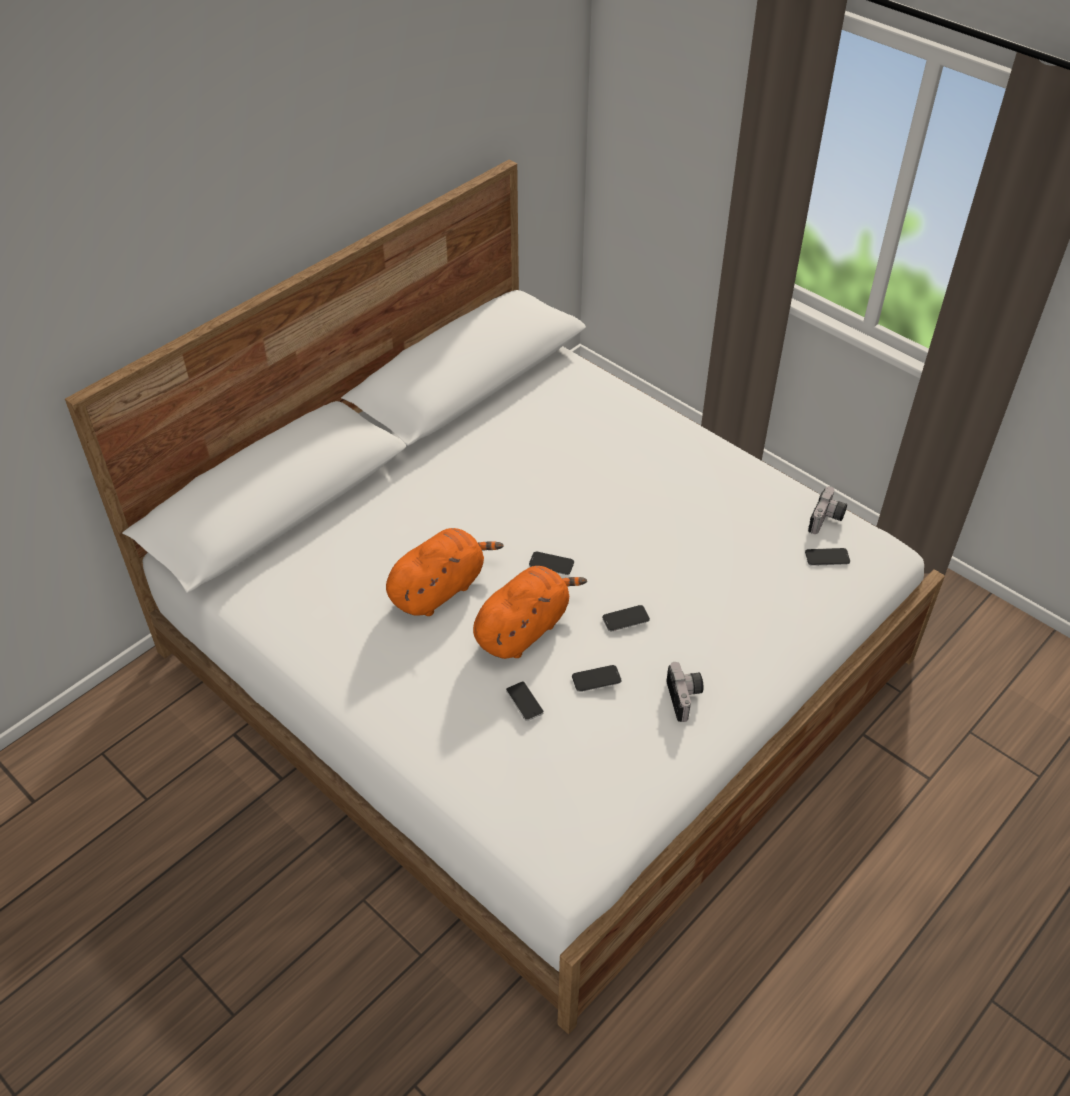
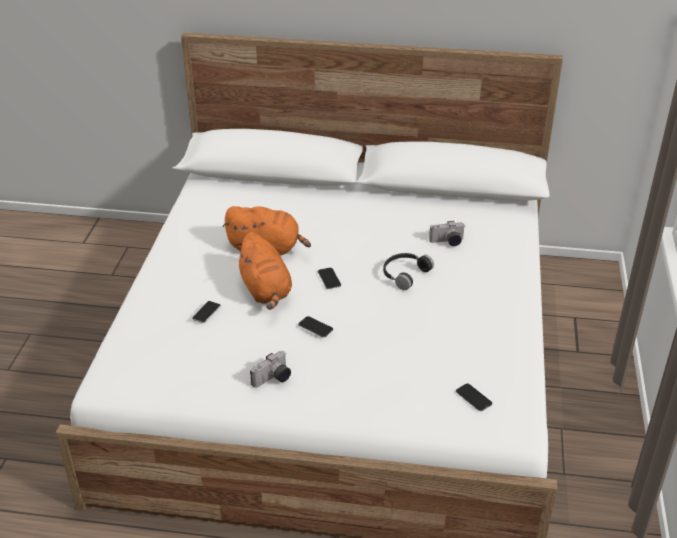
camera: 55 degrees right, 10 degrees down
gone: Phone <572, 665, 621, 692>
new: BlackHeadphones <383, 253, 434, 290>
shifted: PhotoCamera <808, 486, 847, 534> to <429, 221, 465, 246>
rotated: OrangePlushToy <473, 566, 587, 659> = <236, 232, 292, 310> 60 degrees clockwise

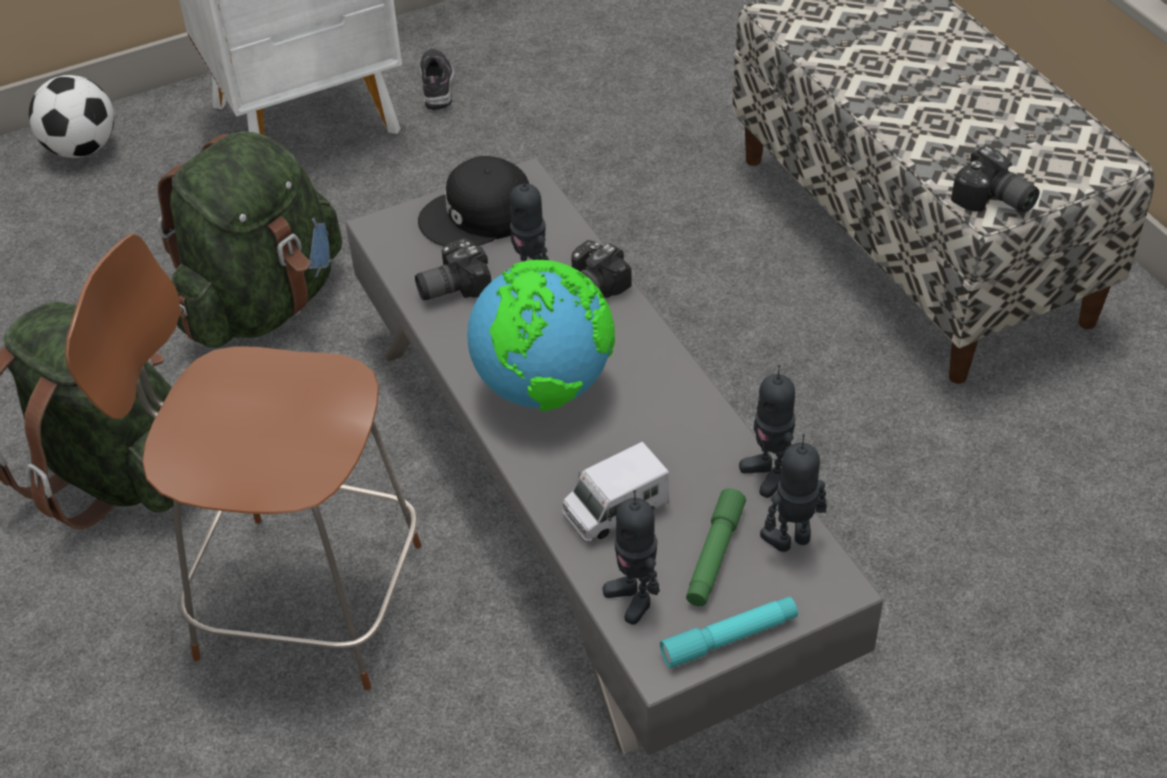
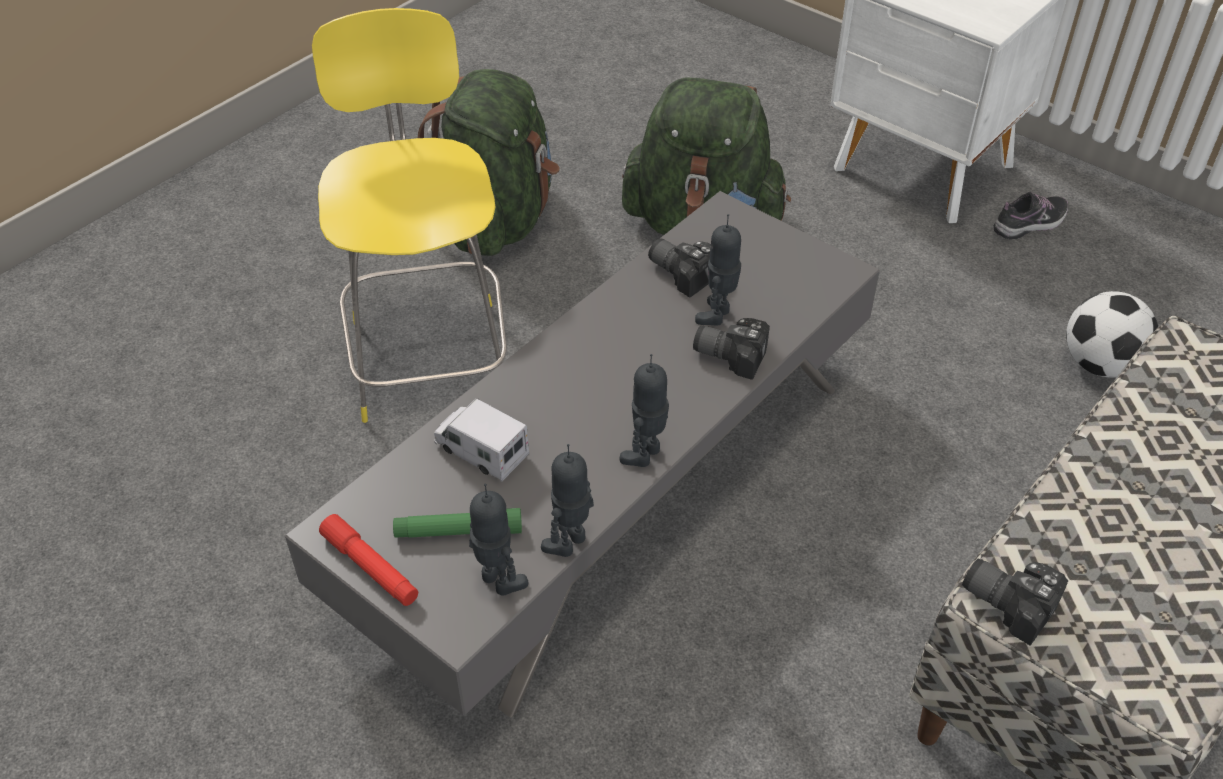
camera: 65 degrees right, 0 degrees up
gone: BlackCap <418, 156, 529, 246>; Globe <467, 260, 615, 411>
shifted: Football <29, 75, 114, 158> to <1066, 291, 1158, 378>; ToyRobot <602, 490, 660, 625> to <619, 354, 669, 467>
repainted: BrownStool <65, 233, 422, 690> to YellowStool <312, 8, 507, 423>; TurquoiseFlashlight <660, 597, 798, 668> to RedFlashlight <319, 514, 418, 606>
rotated: PhotoCamera <951, 146, 1040, 213> = <962, 559, 1068, 645> 105 degrees clockwise

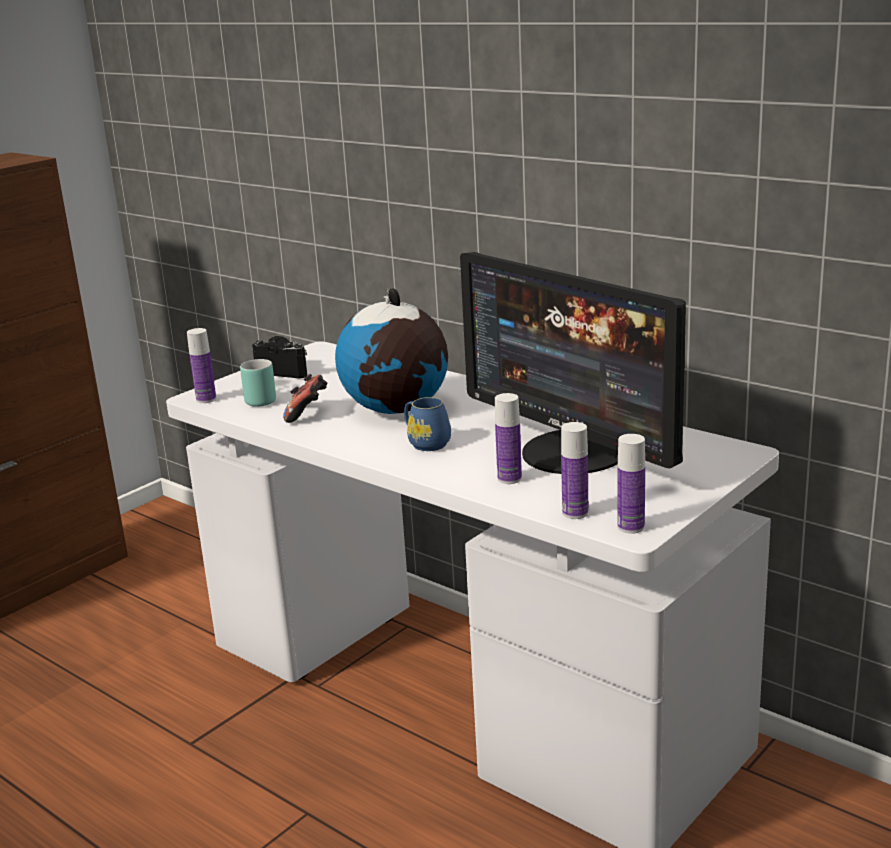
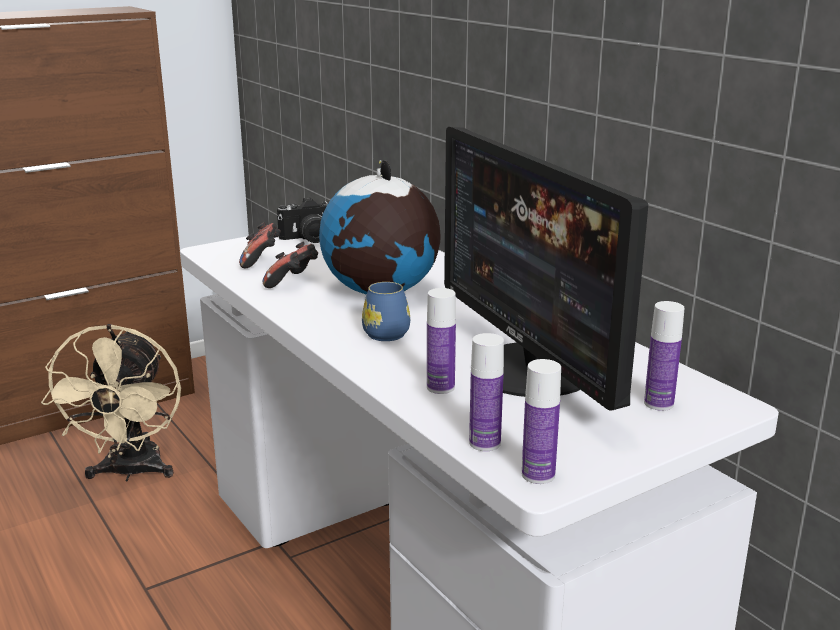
camera: 15 degrees right, 0 degrees up
new: BeigeFan <41, 324, 181, 481>
shifted: Bottle <187, 328, 216, 403> to <644, 301, 684, 411>
swapped: TurquoiseMug <240, 359, 276, 407> to GameController <239, 222, 281, 268>
rotated: PhotoCamera <252, 336, 307, 378> = <277, 197, 329, 243> 120 degrees clockwise

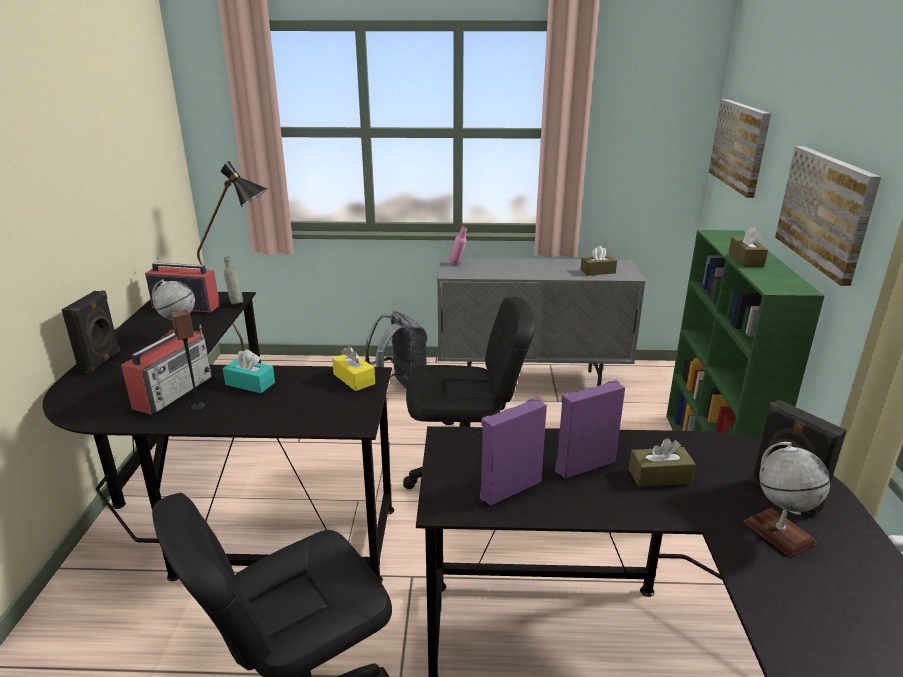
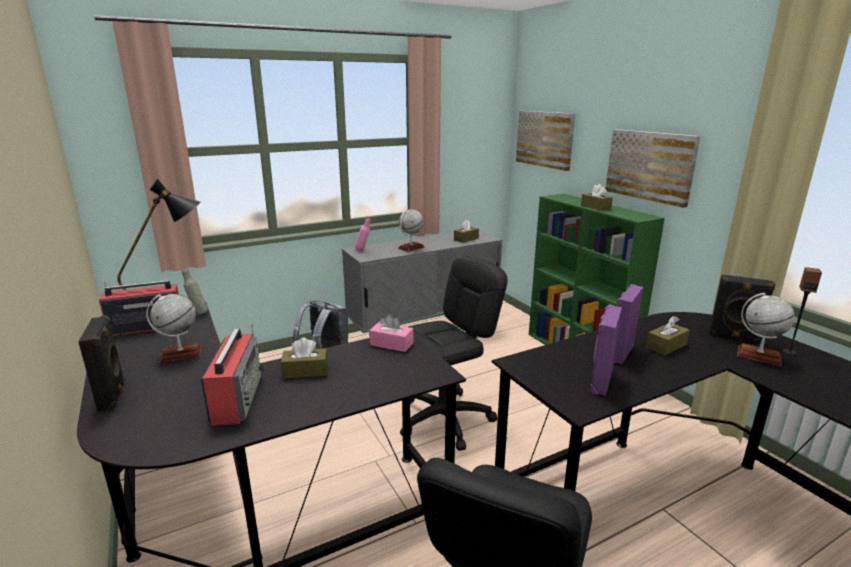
camera: 30 degrees left, 5 degrees down
new: Globe <398, 209, 424, 252>
shifted: Speaker <171, 310, 205, 410> to <783, 267, 822, 355>
repainted: YellowTissueBox <332, 346, 375, 391> to PinkTissueBox <369, 314, 413, 352>; TurquoiseTissueBox <223, 350, 275, 393> to BrownTissueBox <281, 338, 328, 379>

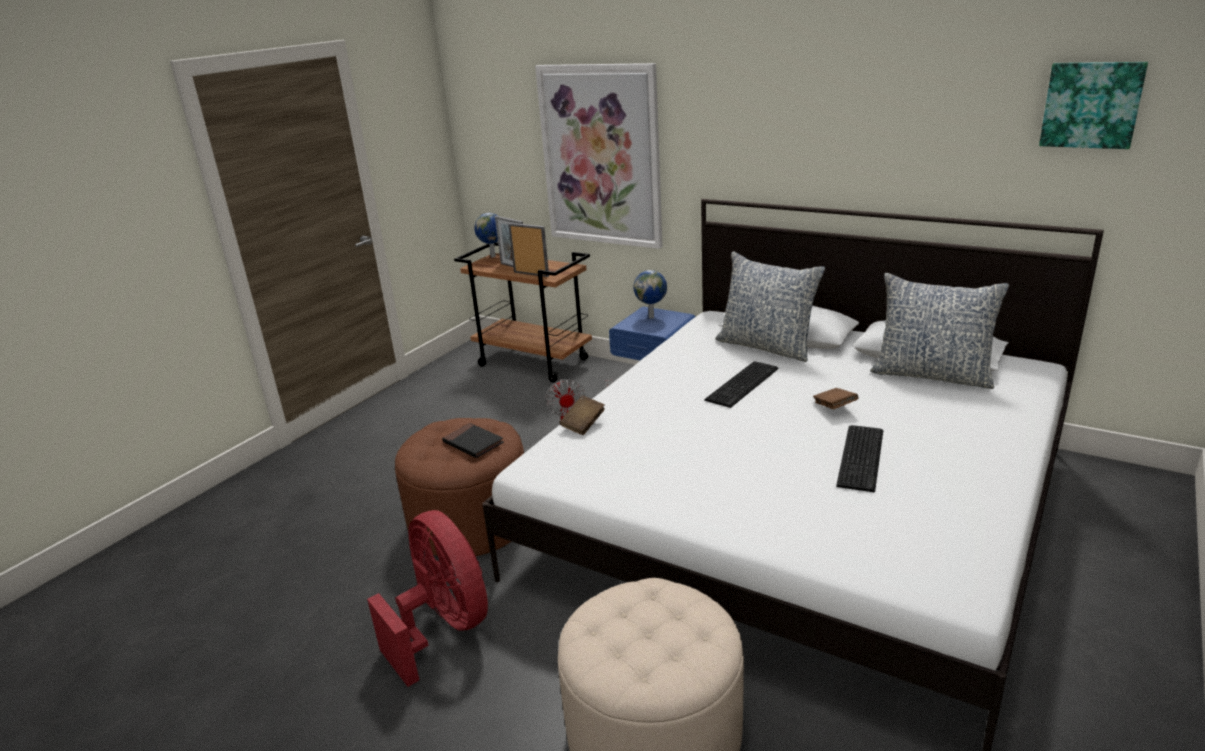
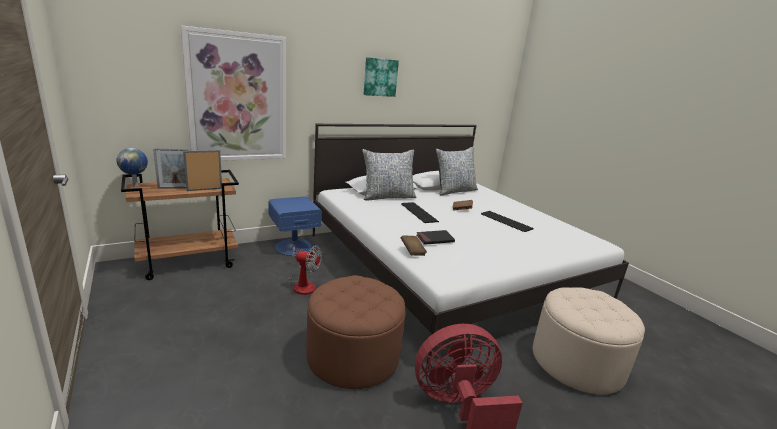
camera: 65 degrees left, 5 degrees down
gone: Globe <634, 270, 667, 319>
shifted: Picture <1039, 62, 1148, 149> to <363, 57, 399, 97>; BlackBook <442, 423, 504, 458> to <417, 230, 455, 245>

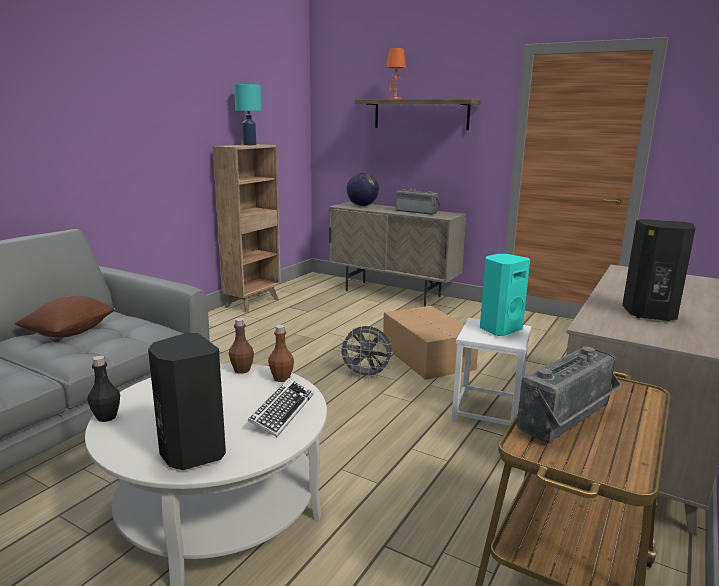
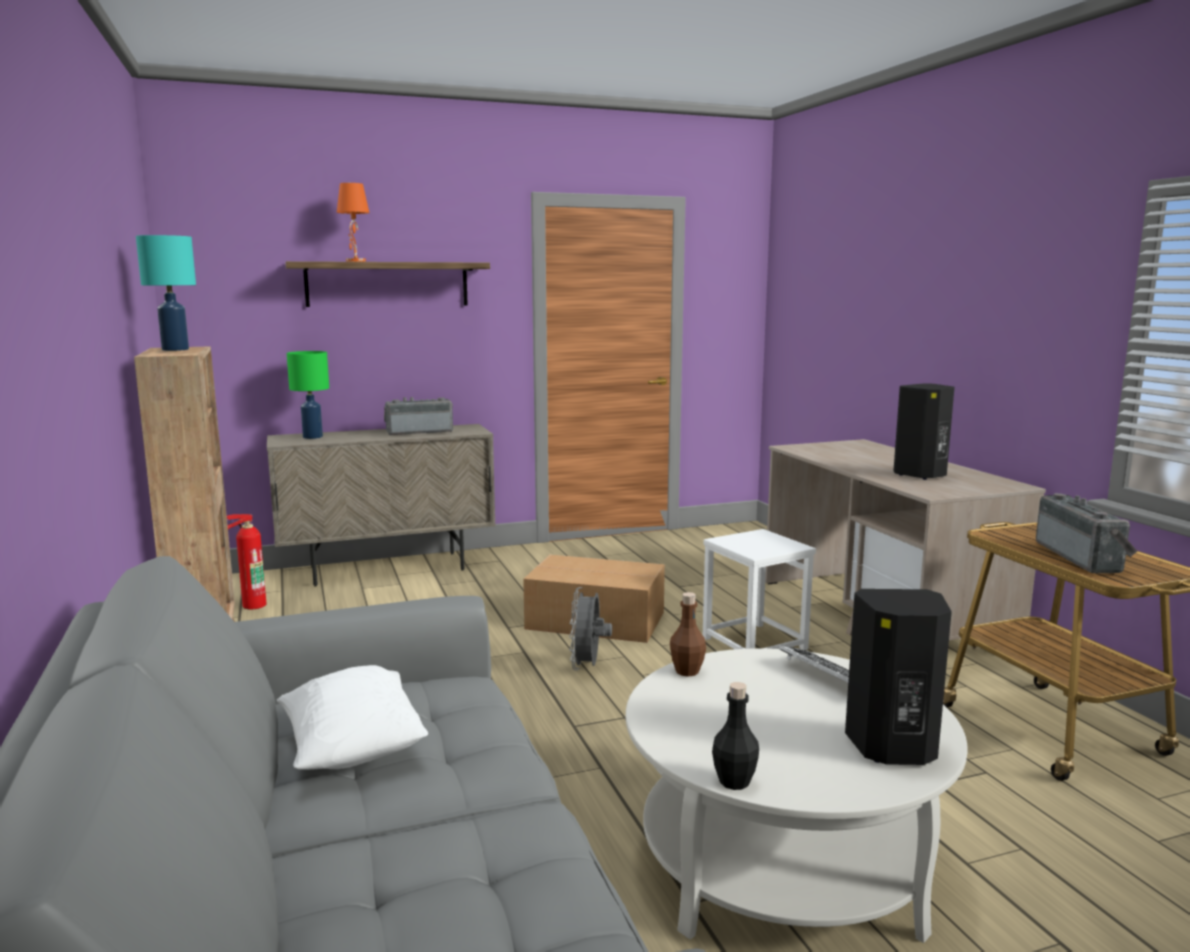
camera: 50 degrees left, 5 degrees down
gone: TurquoiseSpeaker <480, 254, 530, 336>; BrownBottle <268, 325, 294, 382>
new: FireExtinguisher <227, 514, 266, 609>
swapped: Globe <346, 173, 379, 206> to GreenTableLamp <287, 351, 329, 439>
repainted: BrownPillow <15, 296, 115, 338> to WhitePillow <277, 665, 428, 770>
rotated: GreyFan <338, 326, 393, 380> = <569, 587, 612, 671> 135 degrees clockwise

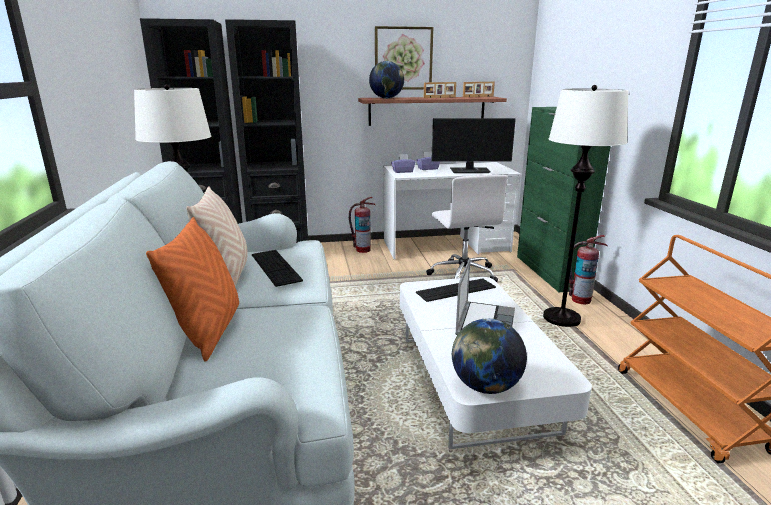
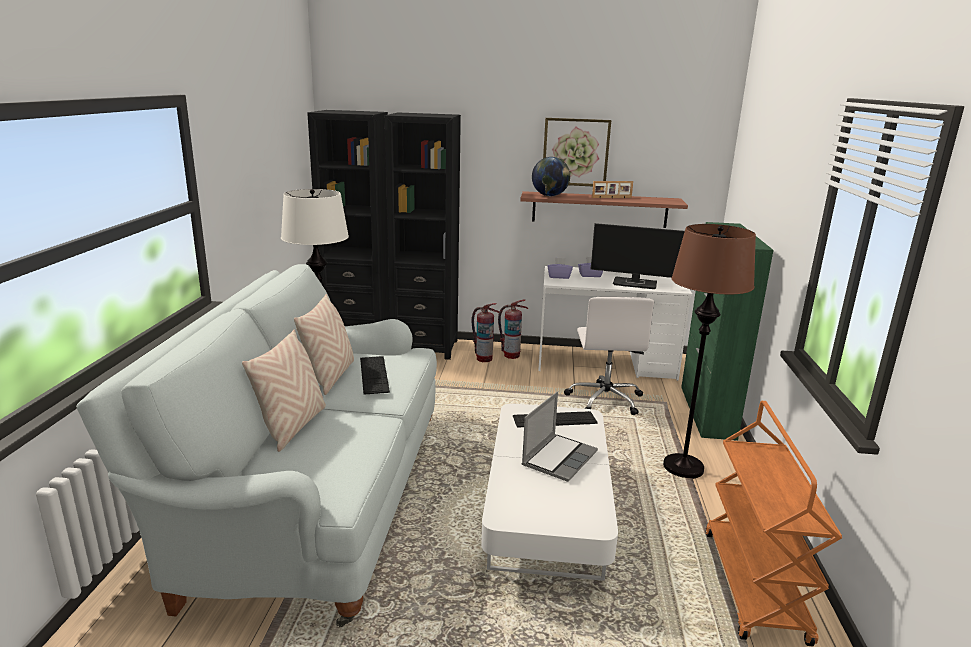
camera: 15 degrees right, 0 degrees up
gone: PictureFrame <463, 82, 495, 97>; Globe <452, 318, 527, 394>
shifted: FireExtinguisher <569, 235, 608, 305> to <472, 303, 499, 362>
repainted: WhiteFloorLamp <543, 85, 628, 327> to BrownFloorLamp <663, 224, 756, 479>; OrangePillow <146, 217, 239, 362> to BeigePillow <242, 330, 326, 452>

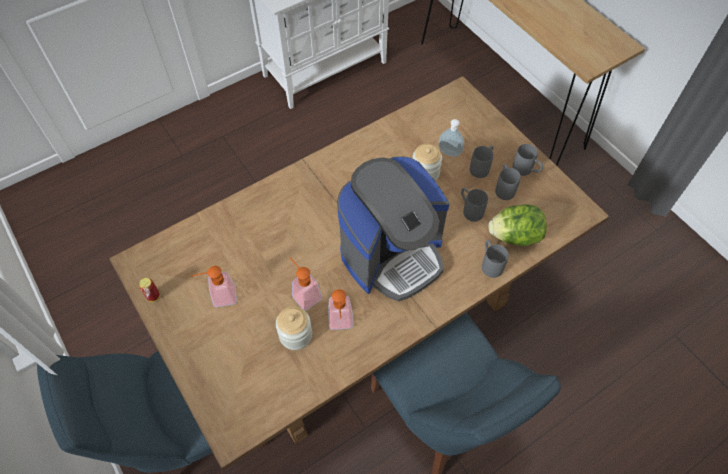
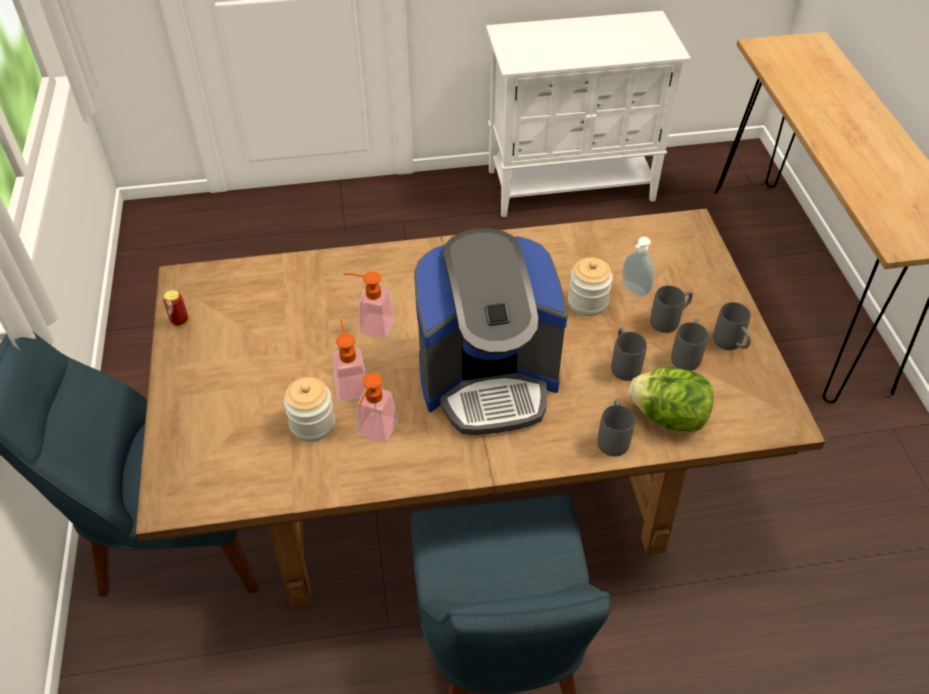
camera: 25 degrees right, 10 degrees down
shifted: SoapDispenser <191, 266, 237, 307> to <343, 272, 394, 337>

